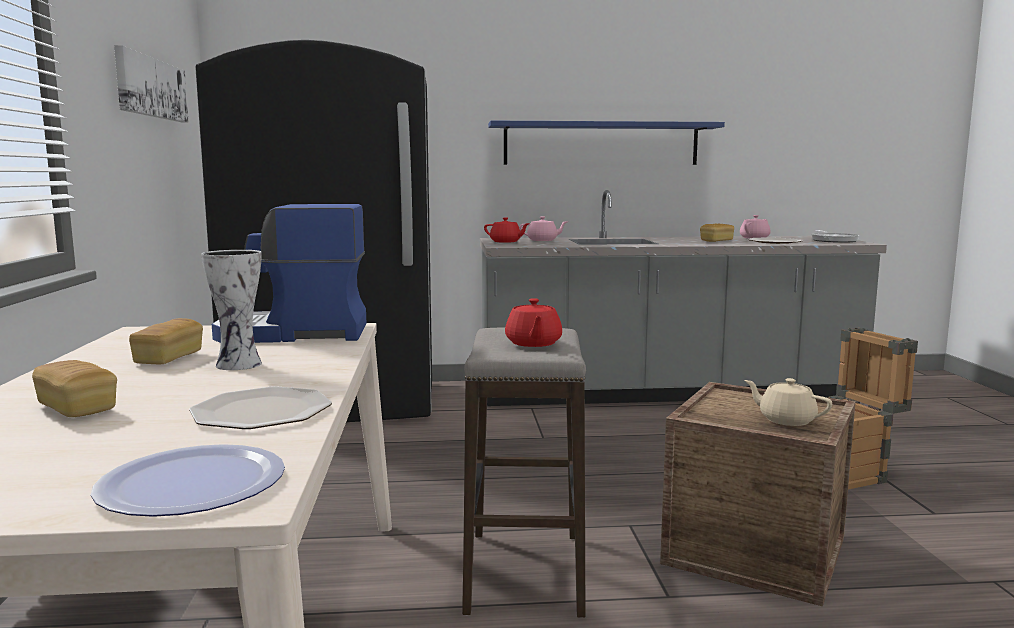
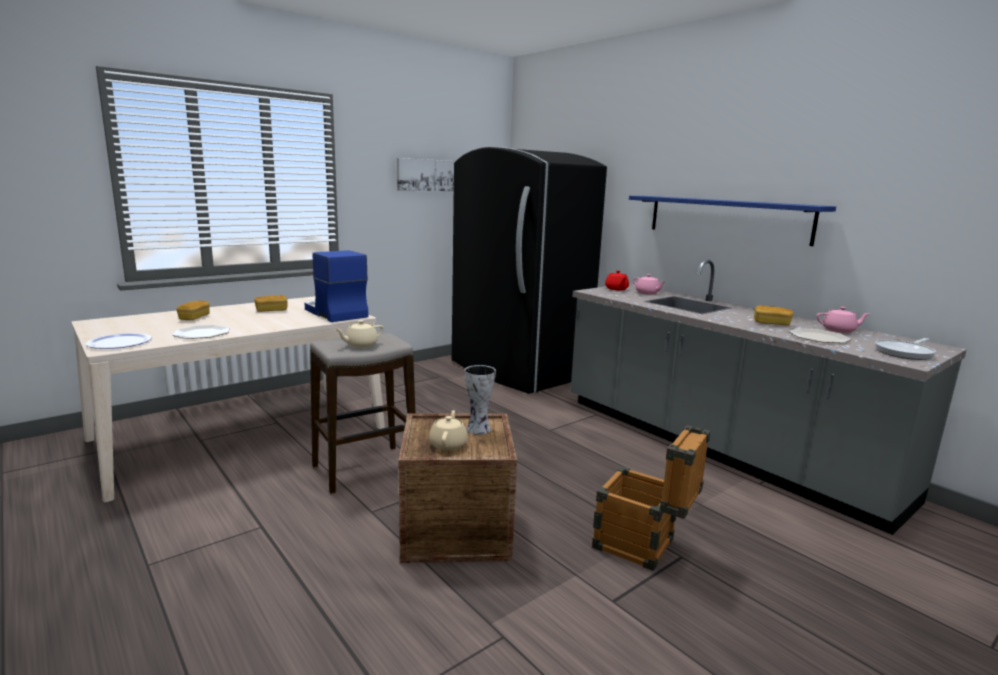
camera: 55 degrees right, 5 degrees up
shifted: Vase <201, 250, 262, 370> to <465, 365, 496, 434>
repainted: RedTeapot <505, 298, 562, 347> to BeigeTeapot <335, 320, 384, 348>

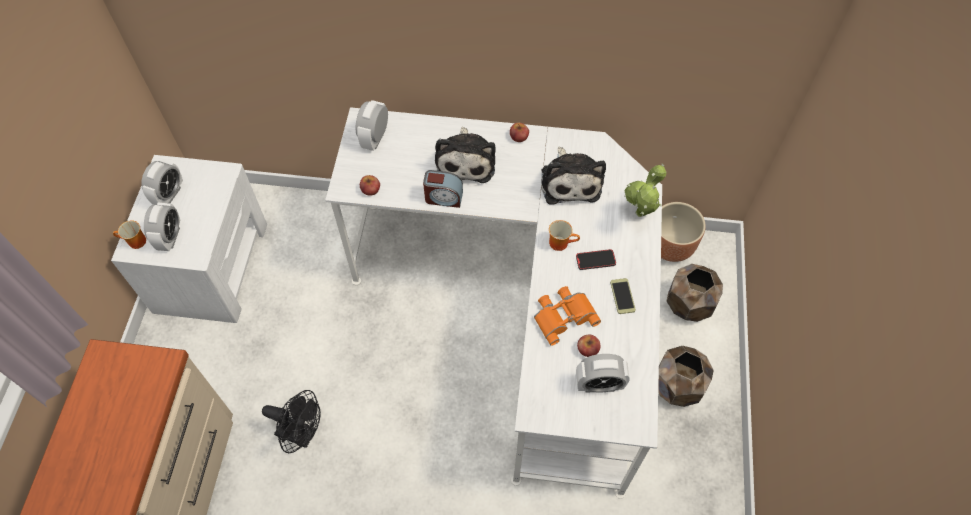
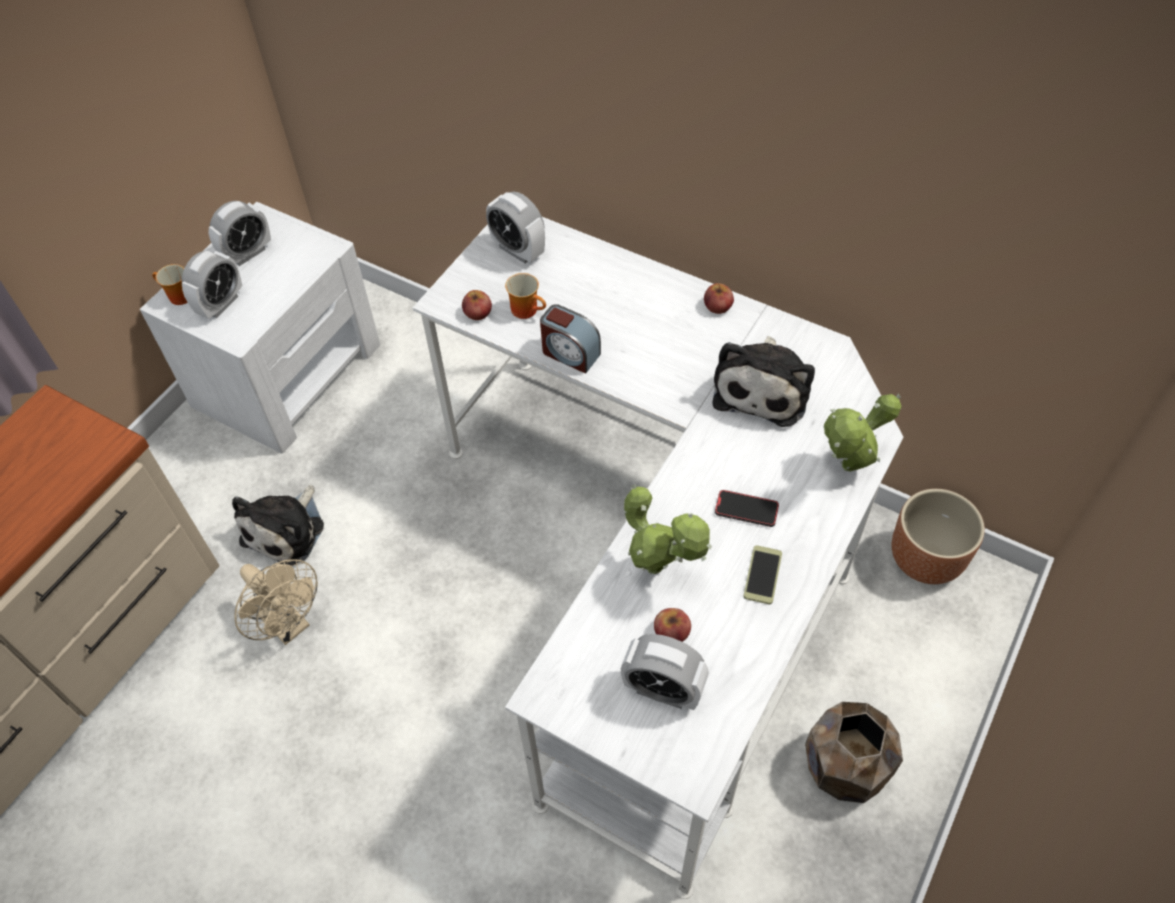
camera: 25 degrees right, 5 degrees down
gone: BrownPlanter <667, 264, 723, 322>
shifted: PlushToy <435, 127, 496, 183> to <232, 485, 324, 565>; Mug <549, 220, 580, 251> to <505, 273, 546, 319>
swapped: OrangeBinoculars <534, 286, 601, 346> to PottedPlant <624, 484, 712, 575>
repainted: BlackFan <262, 390, 321, 453> to BeigeFan <234, 559, 318, 645>
rotated: AlarmClock <355, 100, 388, 151> = <486, 191, 545, 263> 90 degrees counterclockwise

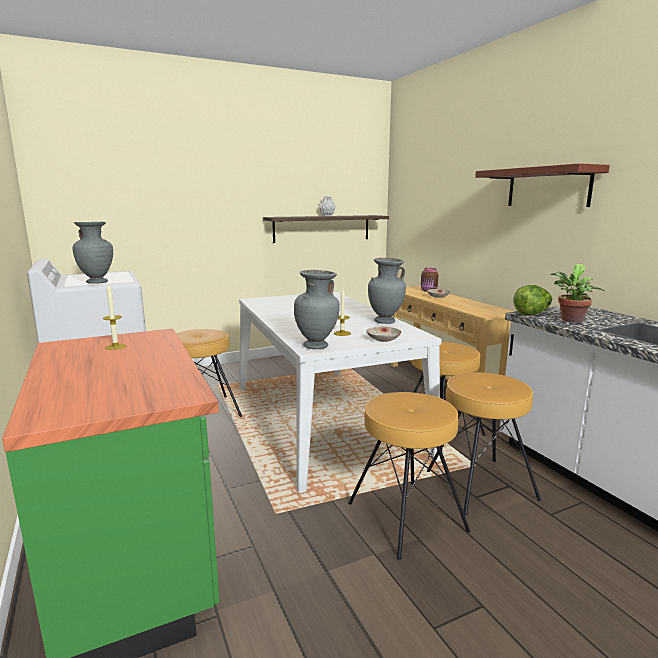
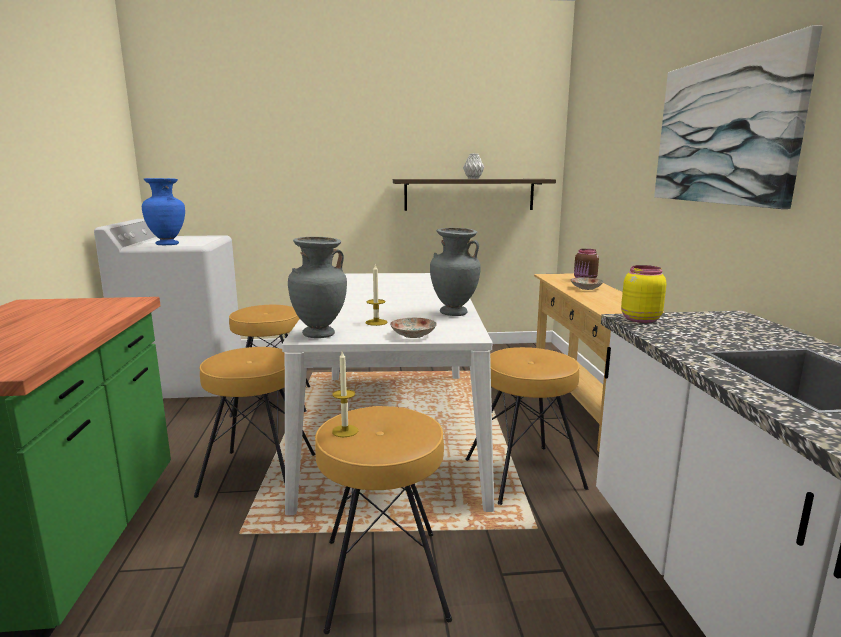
camera: 20 degrees right, 0 degrees up
gone: PottedPlant <551, 264, 605, 323>
shifted: Candle <103, 284, 127, 350> to <332, 352, 358, 437>; BrownStool <427, 372, 541, 516> to <194, 347, 316, 498>
swapped: Shelf <475, 163, 610, 207> to Picture <654, 25, 822, 209>; Lettuce <513, 285, 552, 315> to YellowJar <621, 265, 666, 323>
repainted: GreyVase <72, 222, 113, 284> to BlueVase <142, 178, 185, 245>

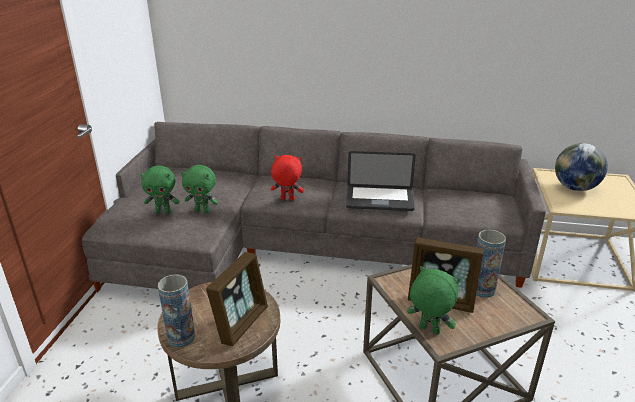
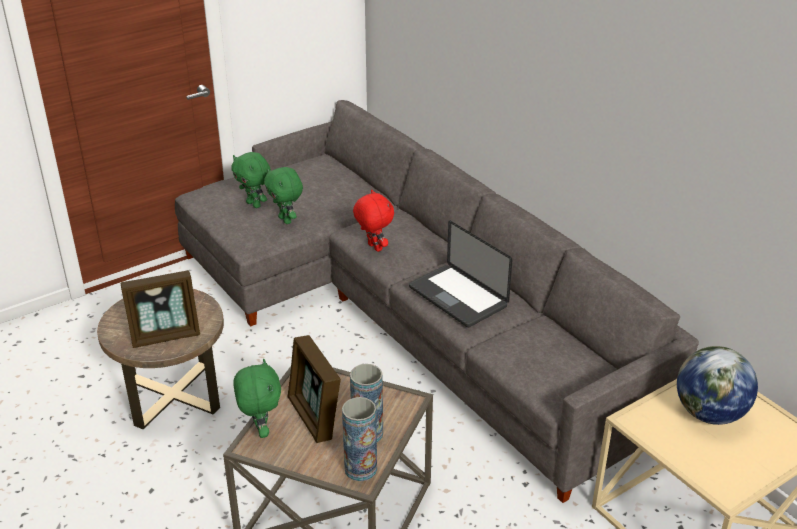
camera: 45 degrees right, 5 degrees up
shifted: Vase <158, 274, 195, 347> to <342, 397, 377, 481>

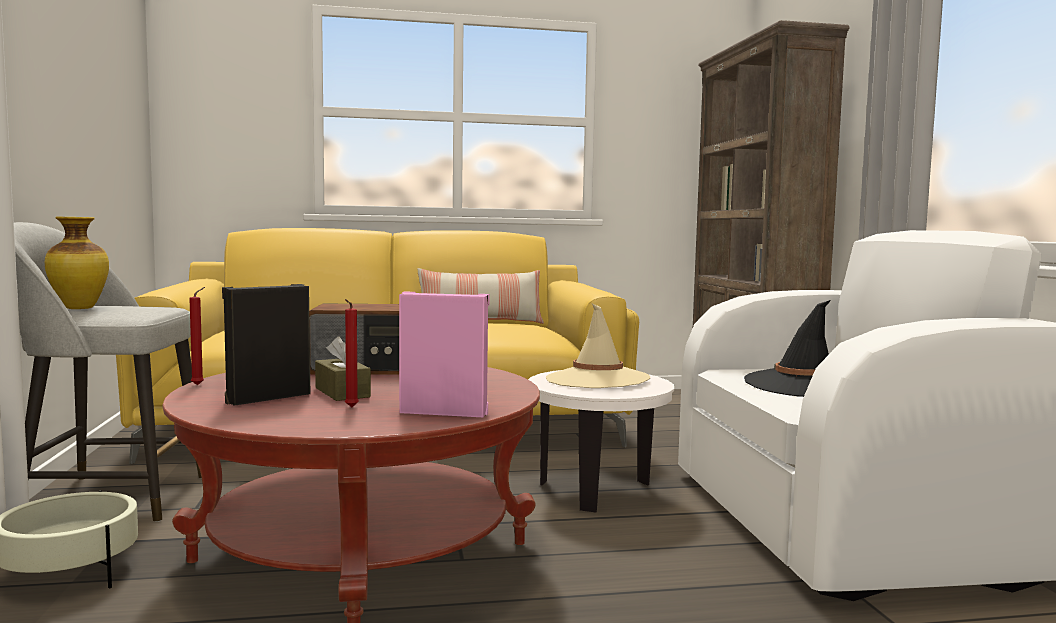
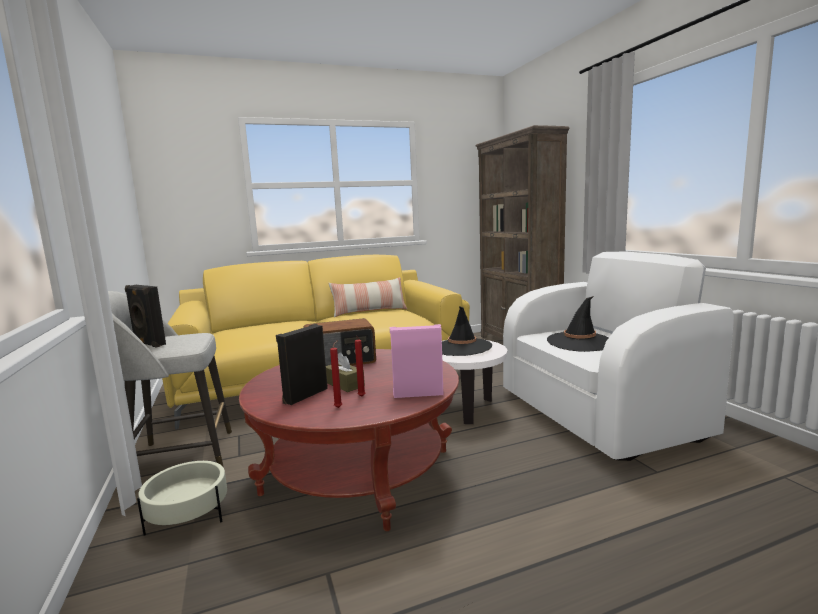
camera: 10 degrees left, 5 degrees up
shifted: RedCandle <189, 287, 205, 385> to <330, 340, 342, 408>
swapped: Vase <45, 217, 109, 309> to BlackSpeaker <125, 285, 166, 348>
repainted: BeigeHat <546, 303, 650, 388> to BlackHat <442, 306, 492, 356>

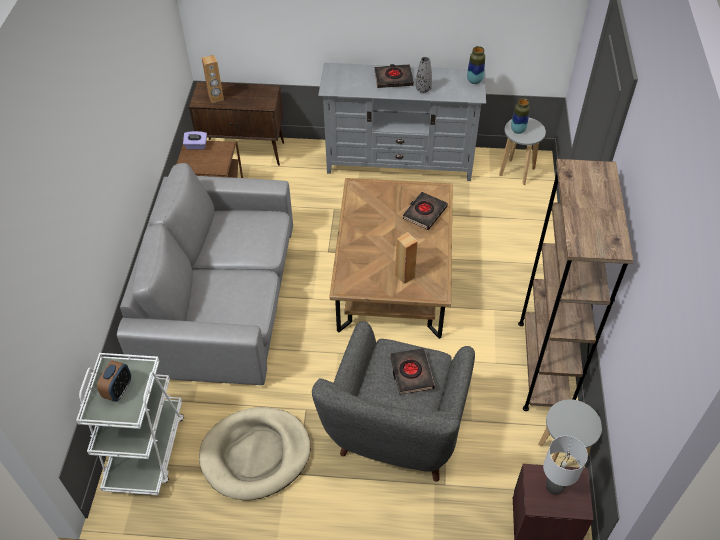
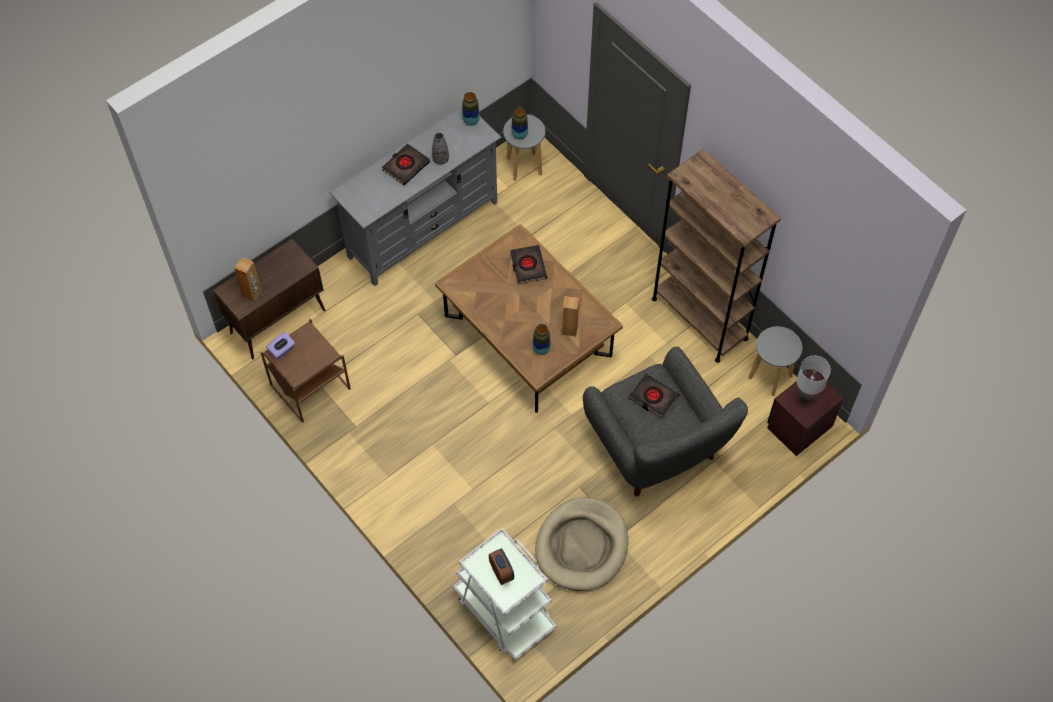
camera: 45 degrees left, 10 degrees up
gone: GreySofa <117, 163, 293, 385>
new: Vase <532, 324, 551, 355>

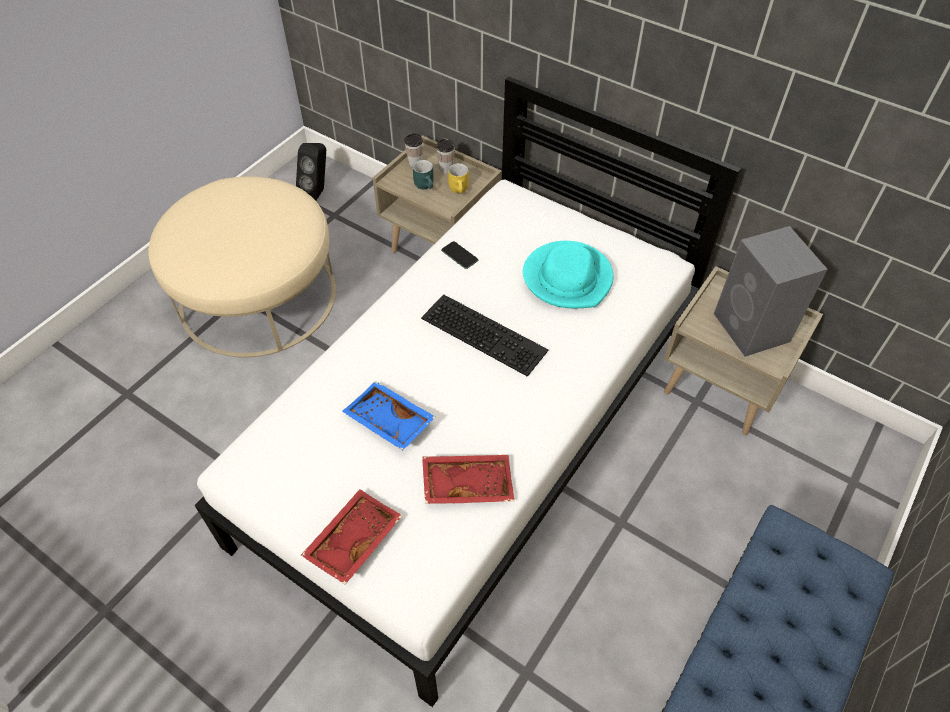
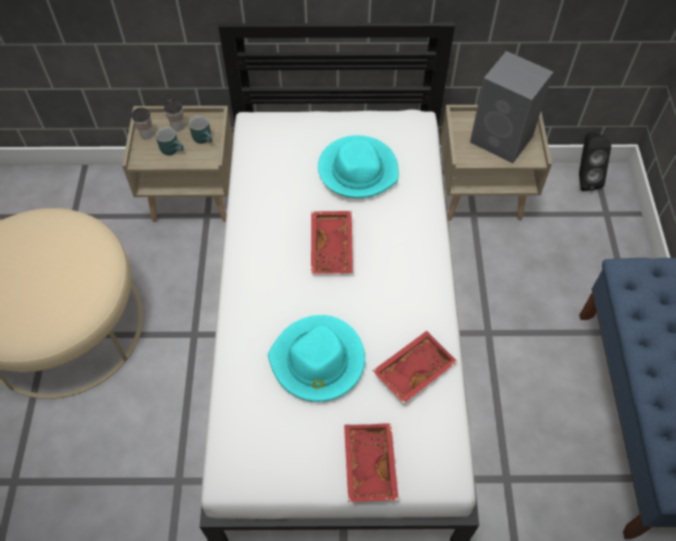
camera: 35 degrees left, 5 degrees up
gone: Phone <441, 241, 478, 269>
shifted: BlackSpeaker <296, 143, 326, 201> to <579, 132, 611, 191>
swapped: Keyboard <421, 294, 548, 377> to RedTray <311, 211, 353, 274>; BlueTray <342, 381, 436, 450> to TurquoiseHat <268, 315, 365, 402>
repainted: YellowMug <448, 163, 469, 193> to TurquoiseMug <189, 116, 213, 144>

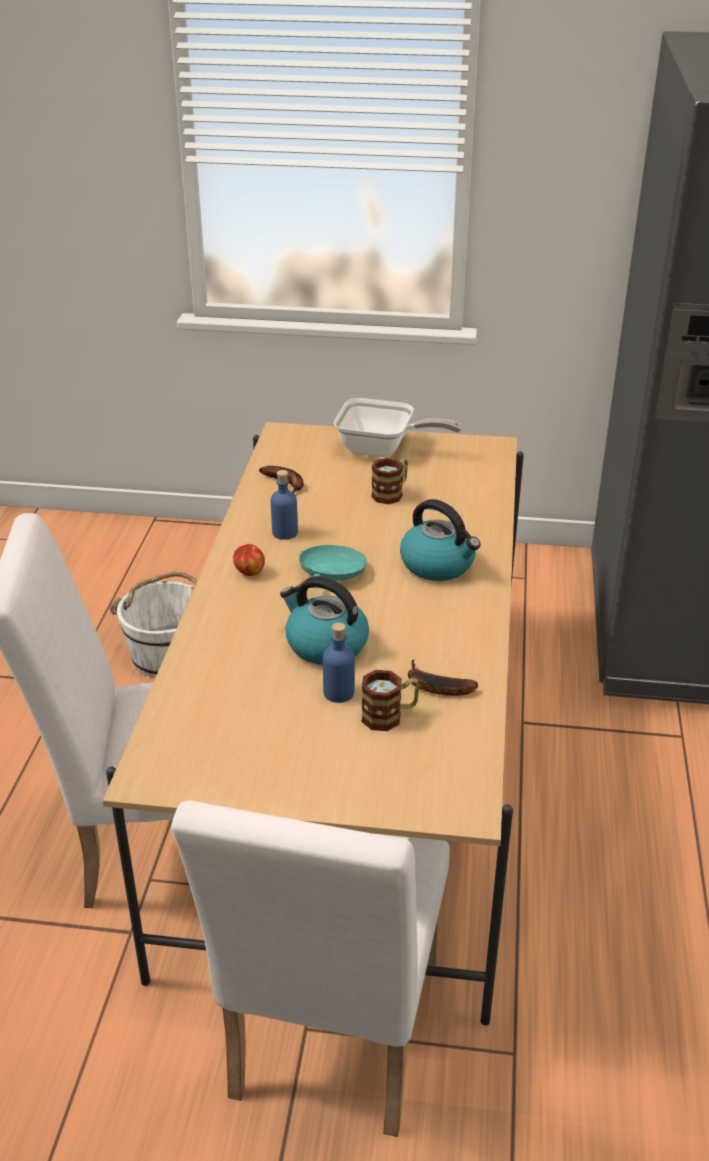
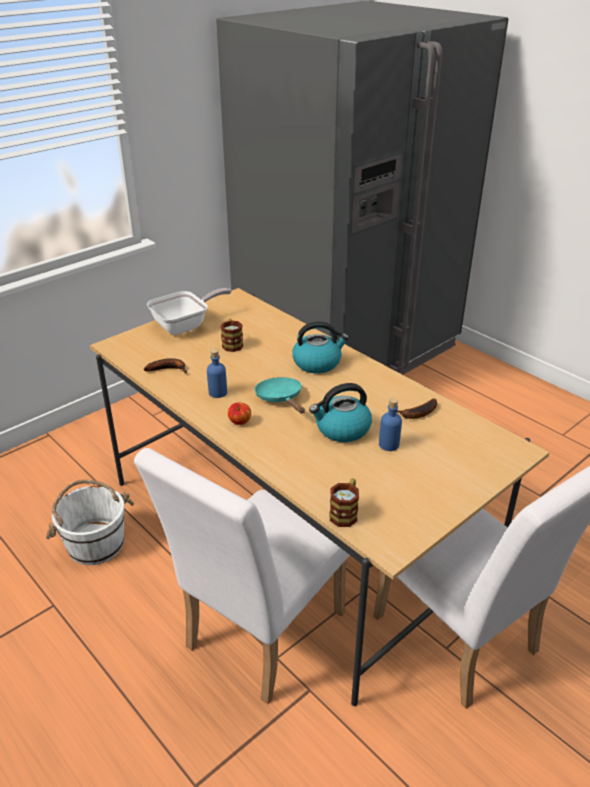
camera: 50 degrees left, 0 degrees up
shifted: Mug <361, 670, 420, 731> to <330, 478, 359, 527>

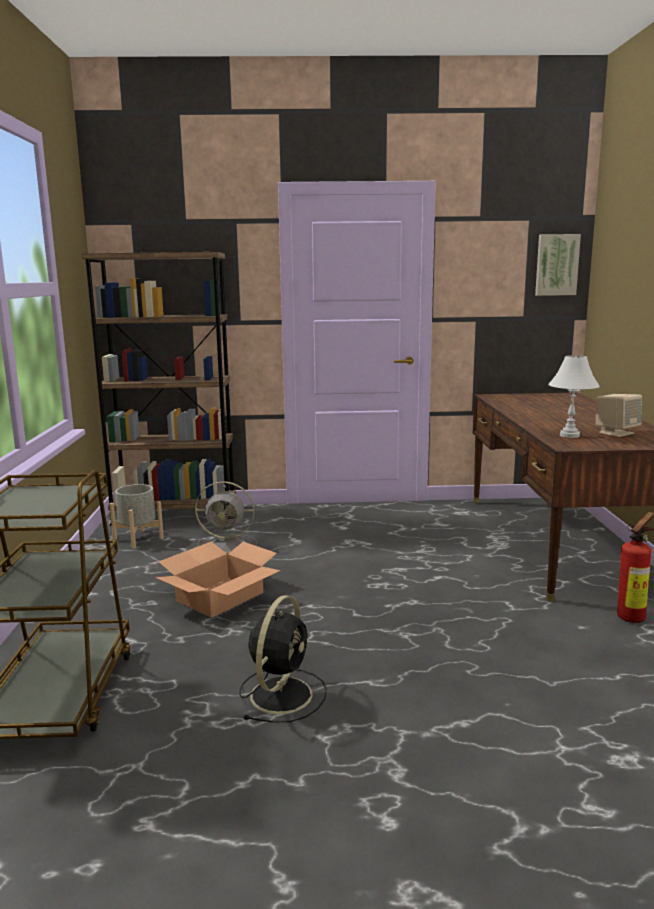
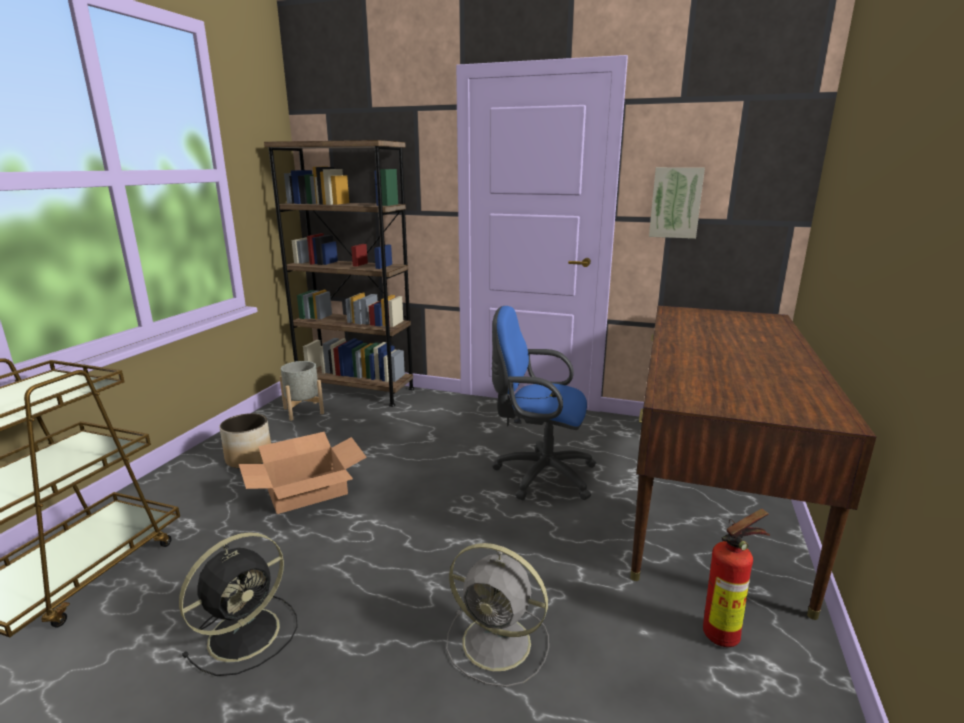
camera: 20 degrees right, 5 degrees up
gone: WhiteTableLamp <548, 355, 600, 438>; BeigeSpeaker <596, 394, 642, 437>
new: BlueOfficeChair <492, 306, 596, 500>; Planter <219, 413, 271, 468>
shifted: Picture <535, 234, 581, 296> to <649, 167, 705, 239>; GreyFan <195, 481, 257, 553> to <446, 543, 549, 687>

